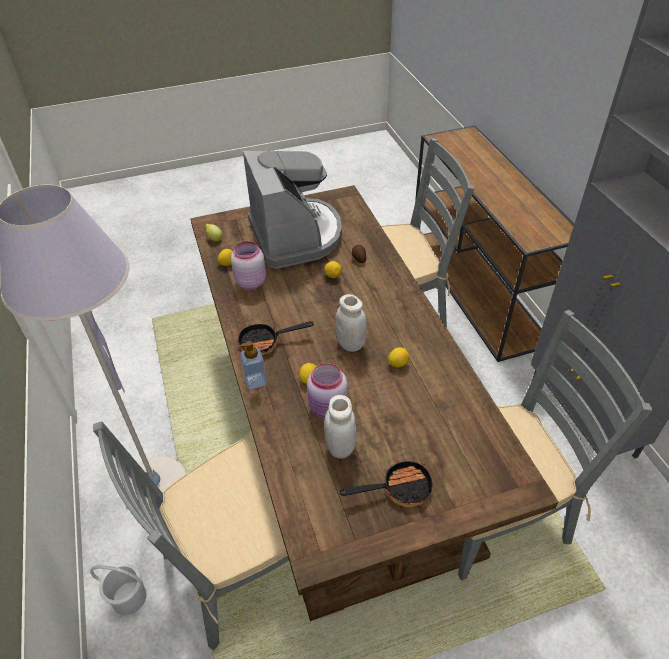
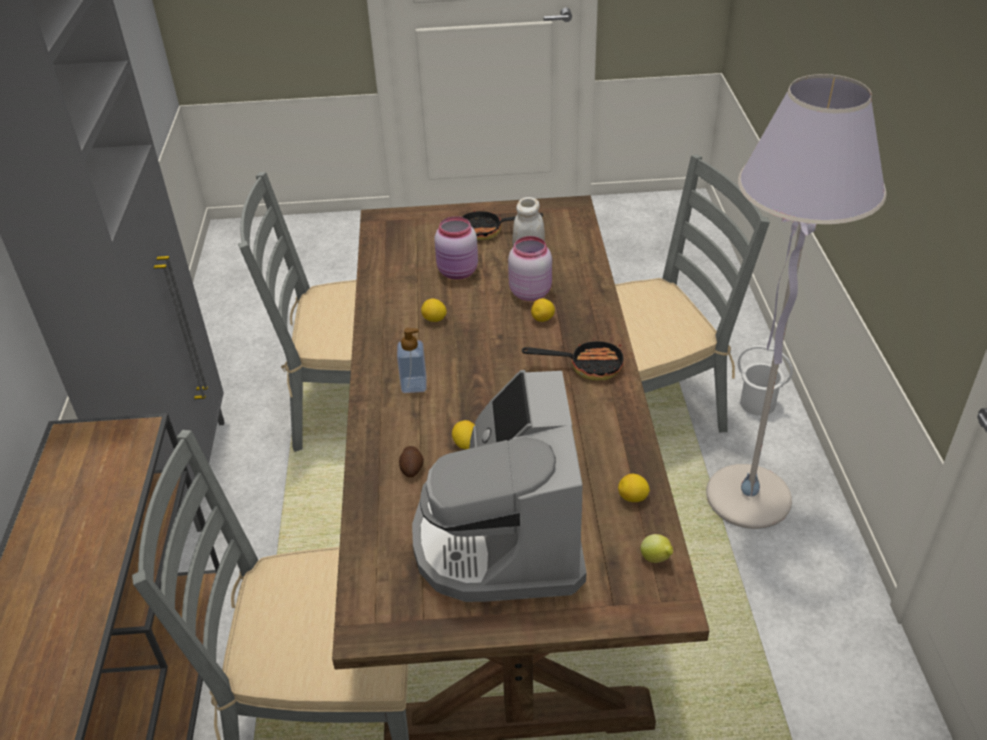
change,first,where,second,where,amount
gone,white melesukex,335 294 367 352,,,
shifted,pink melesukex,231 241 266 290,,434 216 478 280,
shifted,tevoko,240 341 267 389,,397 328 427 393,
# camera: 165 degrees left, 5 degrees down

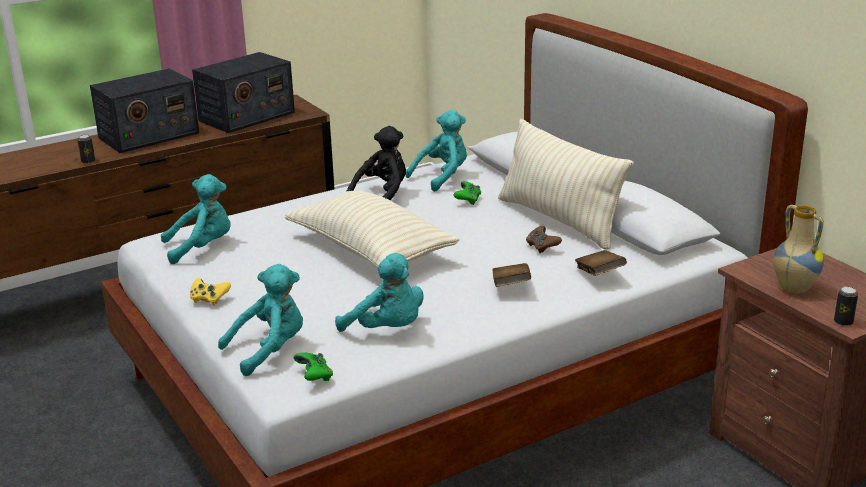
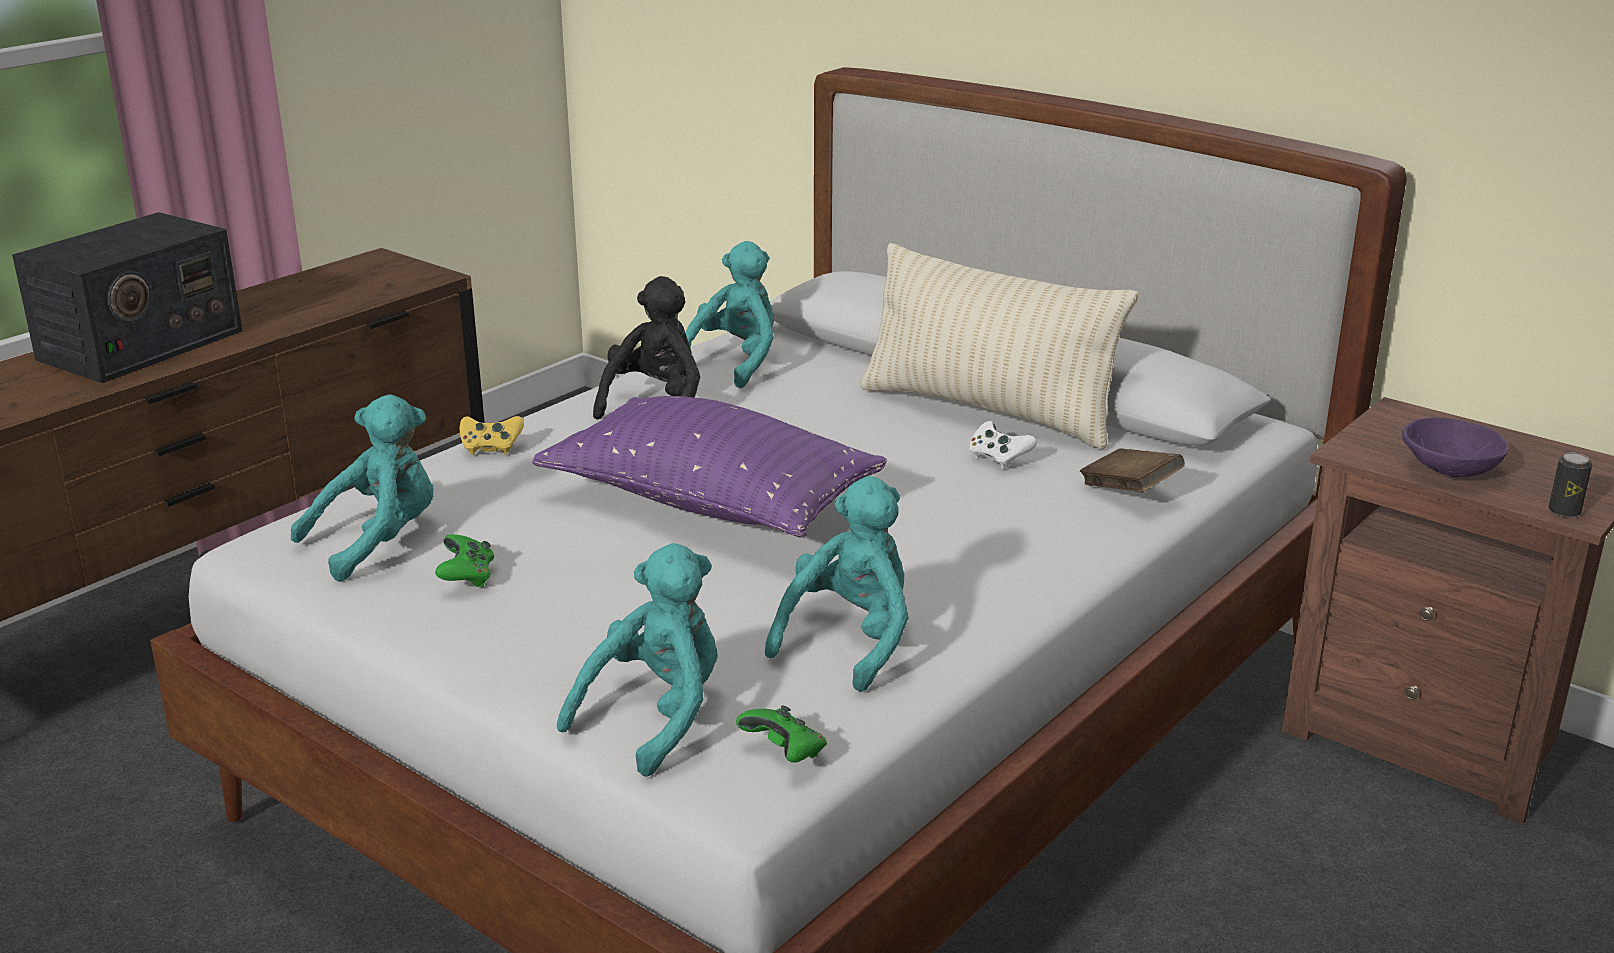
change,first,where,second,where,amount
gone,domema,77 135 95 164,,,
gone,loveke,192 52 295 133,,,
gone,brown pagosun,492 263 531 287,,,
shifted,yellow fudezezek,190 278 231 306,,460 416 524 455,
shifted,green fudezezek,453 181 481 205,,435 534 494 587,
swapped,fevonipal,773 205 824 293,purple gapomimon,1402 417 1508 477,
repainted,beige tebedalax,285 190 460 267,purple tebedalax,532 396 887 538,
repainted,brown fudezezek,526 226 562 253,white fudezezek,969 421 1037 469,
rotated,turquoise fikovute,335 253 423 332,,765 476 909 692,75 degrees counterclockwise
# camera: 20 degrees left, 0 degrees up

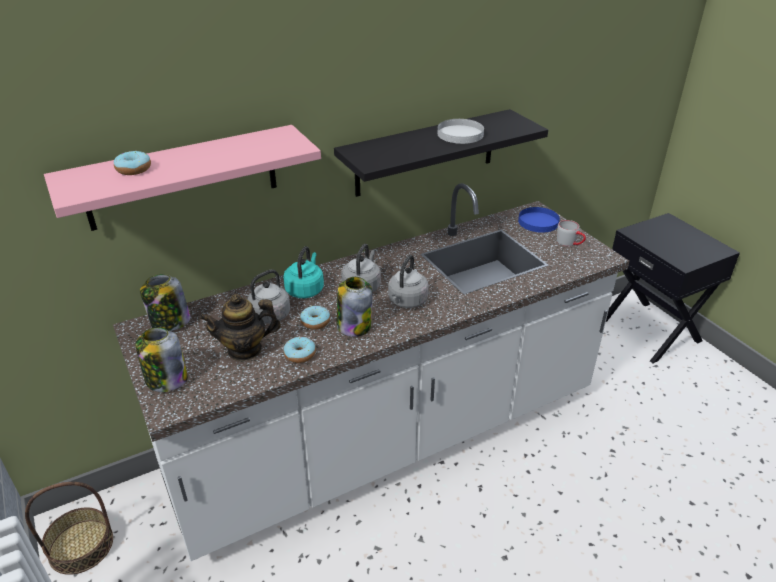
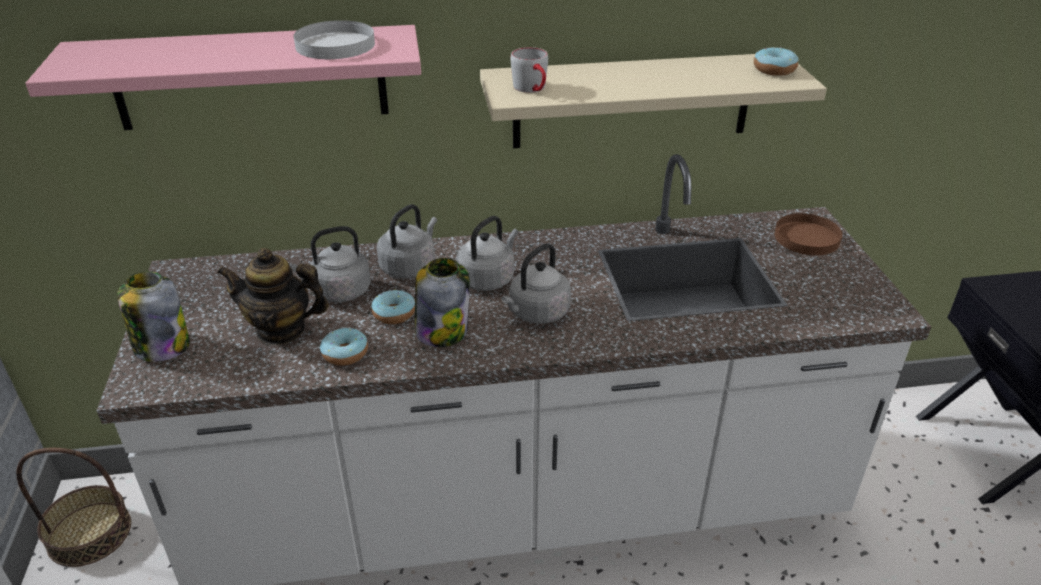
change,first,where,second,where,amount
gone,melesukex,140 274 191 331,,,
shifted,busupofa,114 151 151 175,,754 47 798 76,
shifted,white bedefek,437 119 484 144,,294 20 375 59,
shifted,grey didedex,557 220 586 246,,510 47 548 93,
repainted,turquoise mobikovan,283 246 324 298,grey mobikovan,376 204 437 279,
repainted,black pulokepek,334 109 548 197,beige pulokepek,480 54 827 148,
repainted,blue bedefek,518 207 560 233,brown bedefek,775 213 842 255,
# camera: 20 degrees right, 0 degrees up

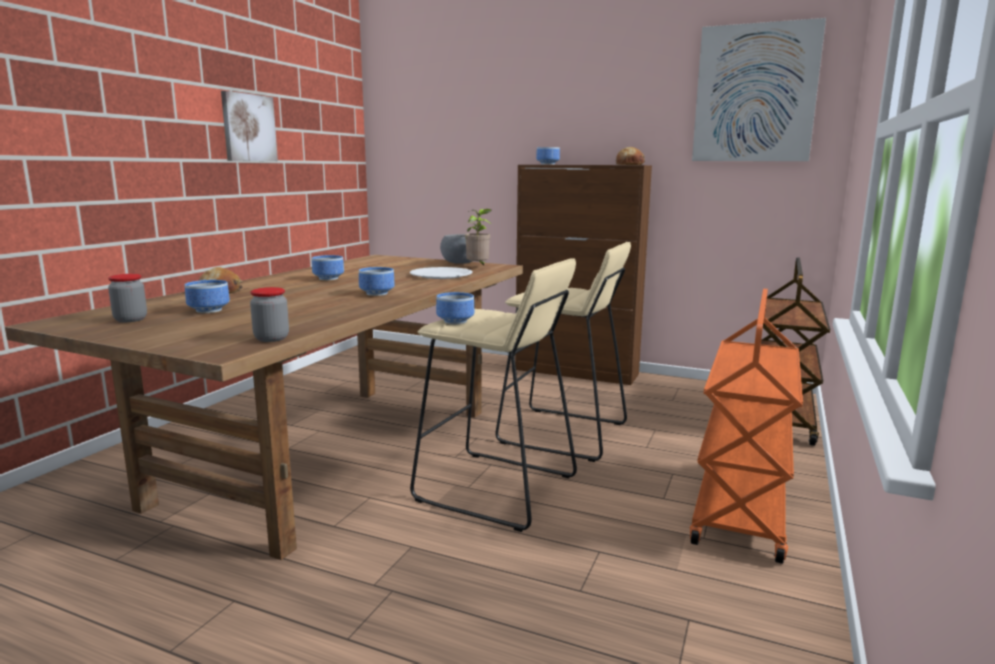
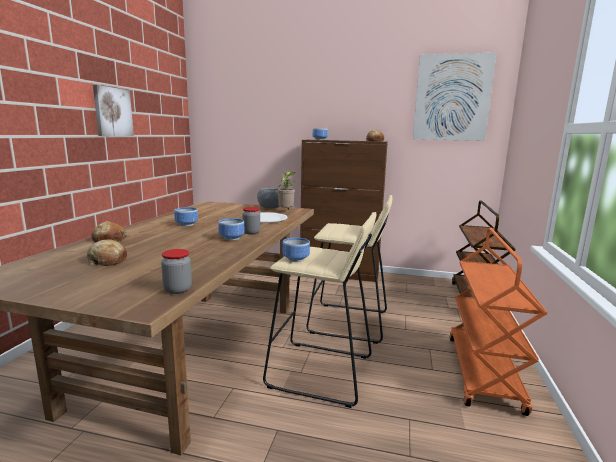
change,first,where,second,where,amount
shifted,melesukex,108 274 147 322,,242 207 260 235,
swapped,gapomimon,185 280 230 313,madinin,87 239 127 266,
# camera: 10 degrees left, 0 degrees up

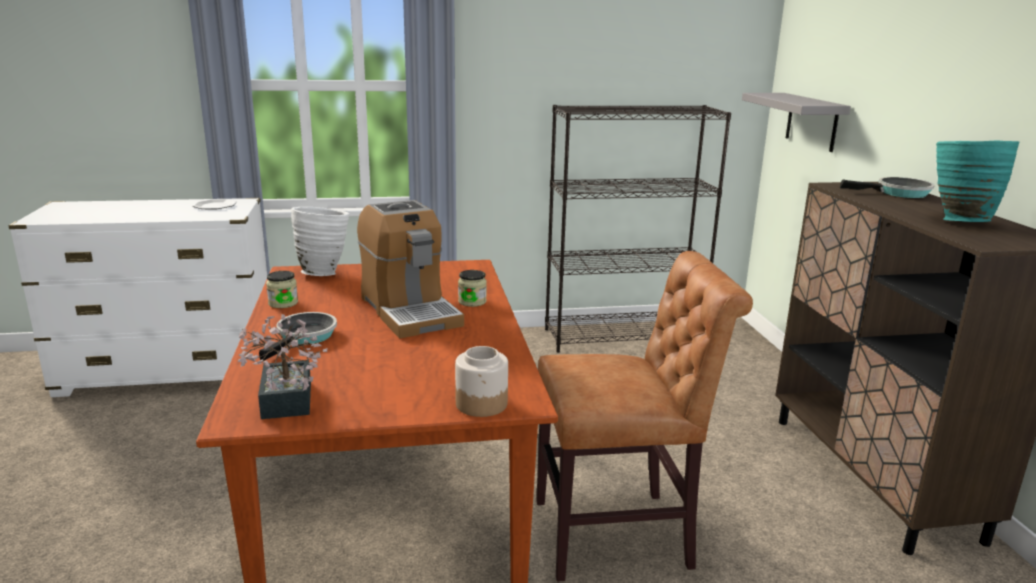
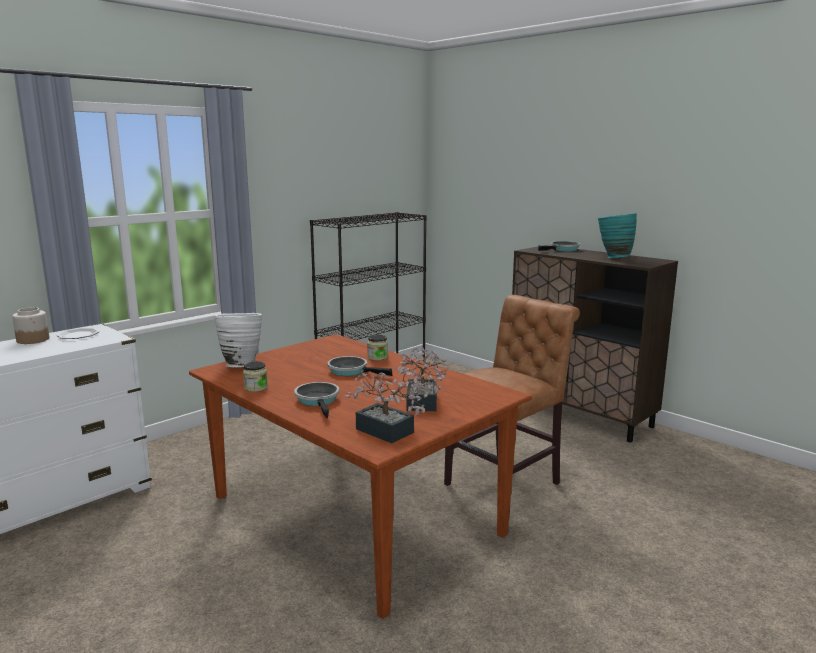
change,first,where,second,where,amount
gone,grey pulokepek,742 93 851 152,,,
new,,,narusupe,397 348 451 411,
shifted,melesukex,455 346 508 417,,12 307 49 344,
swapped,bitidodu,357 200 464 338,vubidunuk,327 356 392 376,
# camera: 35 degrees left, 5 degrees down

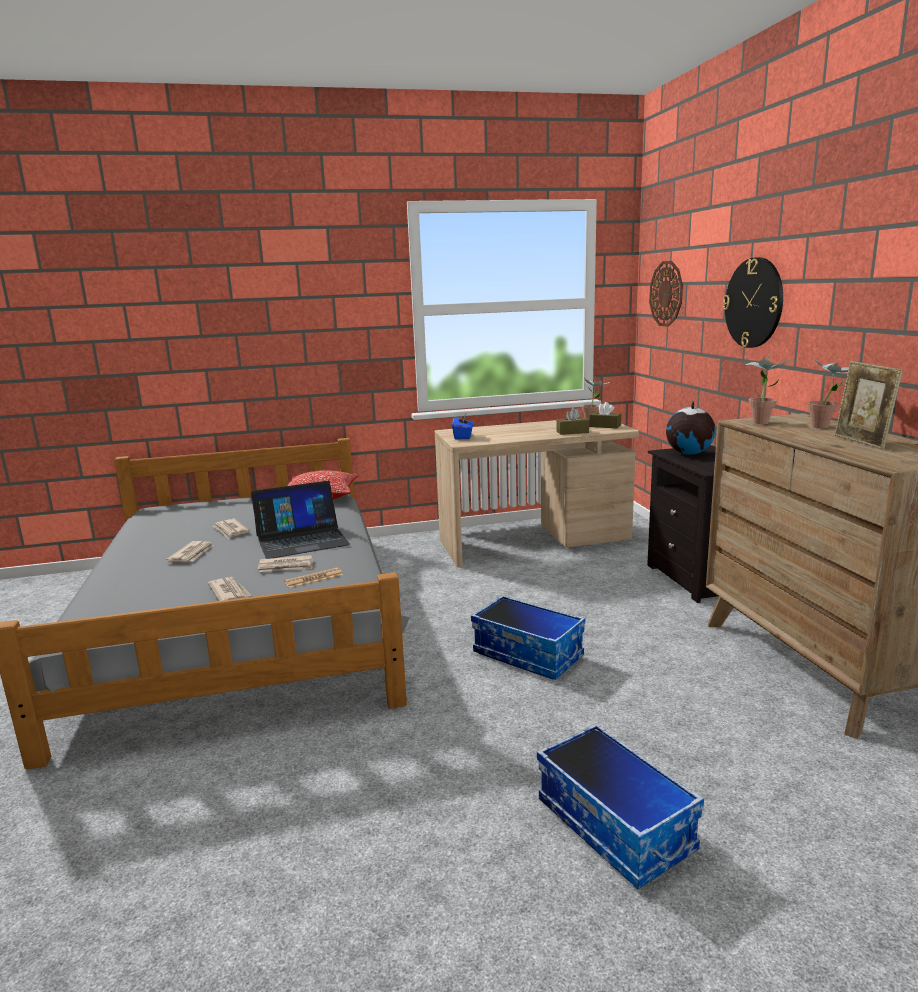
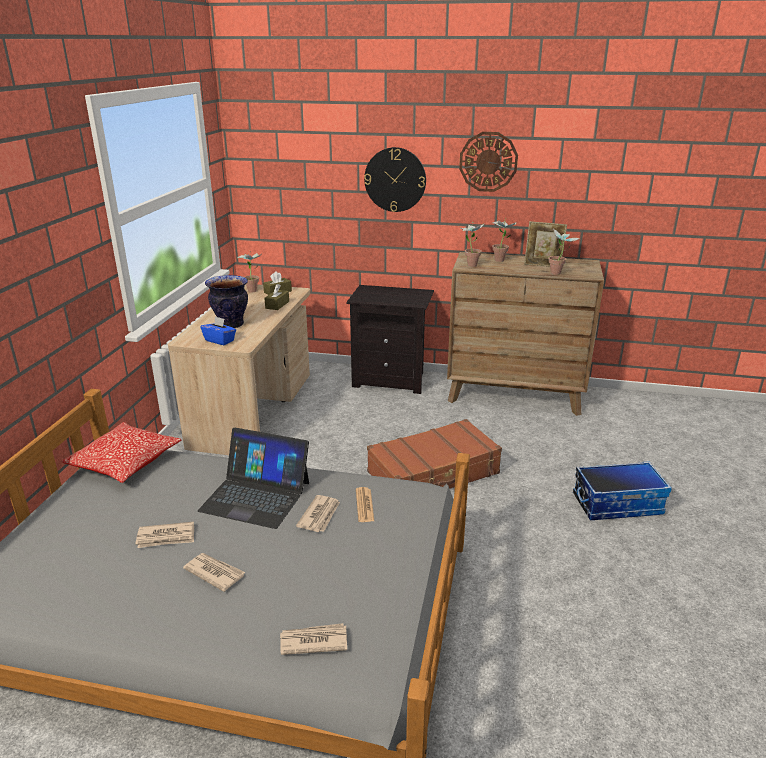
change,first,where,second,where,amount
gone,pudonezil,666 401 716 455,,,
new,,,fevonipal,205 275 248 328,
new,,,narusupe,548 228 580 275,
shifted,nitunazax,208 577 252 601,,280 623 347 655,
shifted,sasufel,649 261 683 327,,459 132 518 192,
swapped,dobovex,471 595 585 680,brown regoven,367 419 502 489,
rotated,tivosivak,251 481 350 559,,198 428 309 529,105 degrees clockwise
# camera: 65 degrees left, 10 degrees up

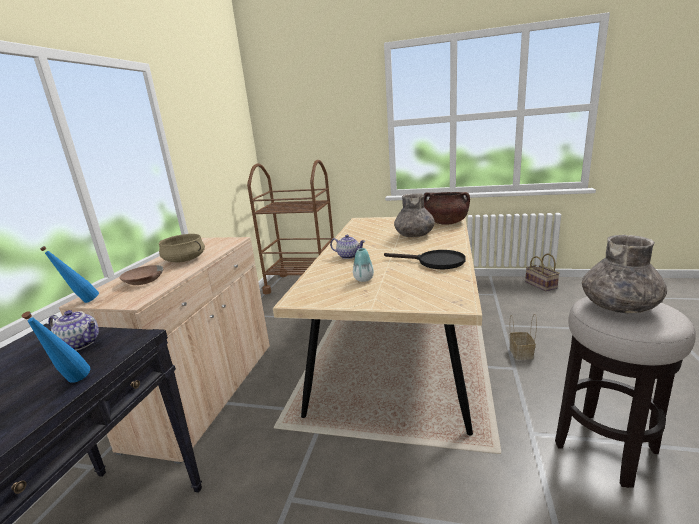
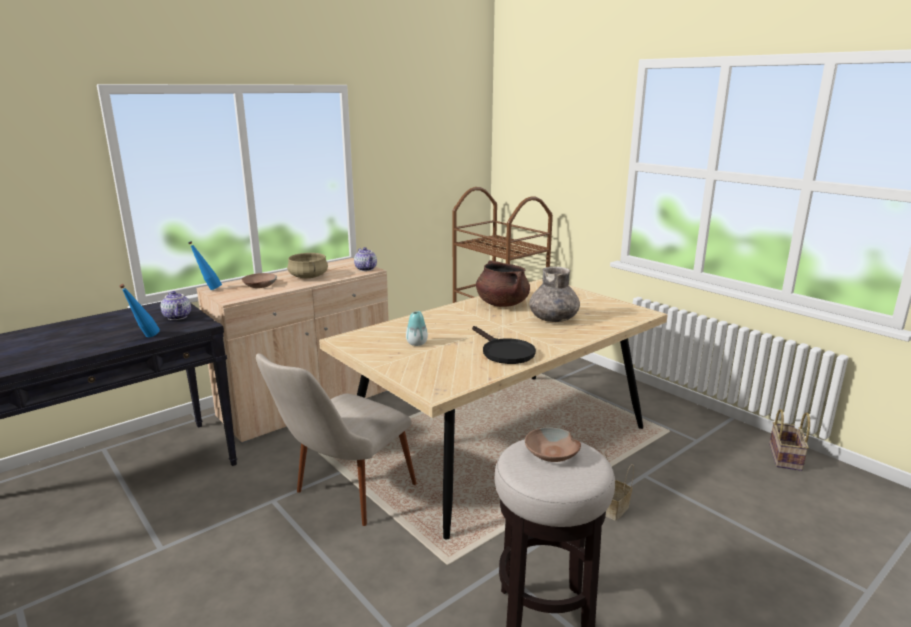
change,first,where,second,where,amount
new,,,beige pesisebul,256 353 417 526,
shifted,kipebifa,330 235 365 259,,354 247 377 271,
shifted,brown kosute,424 192 470 225,,476 260 530 307,
swapped,grey fevonipal,582 235 667 313,brown gapomimon,525 427 581 462,
# camera: 35 degrees right, 0 degrees up

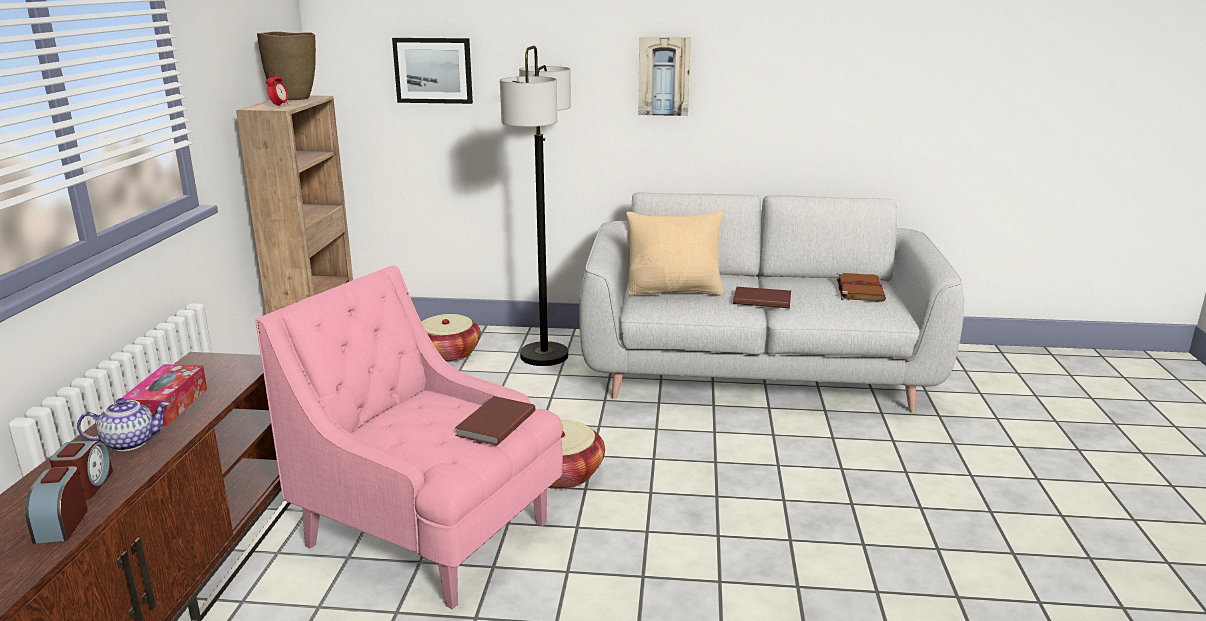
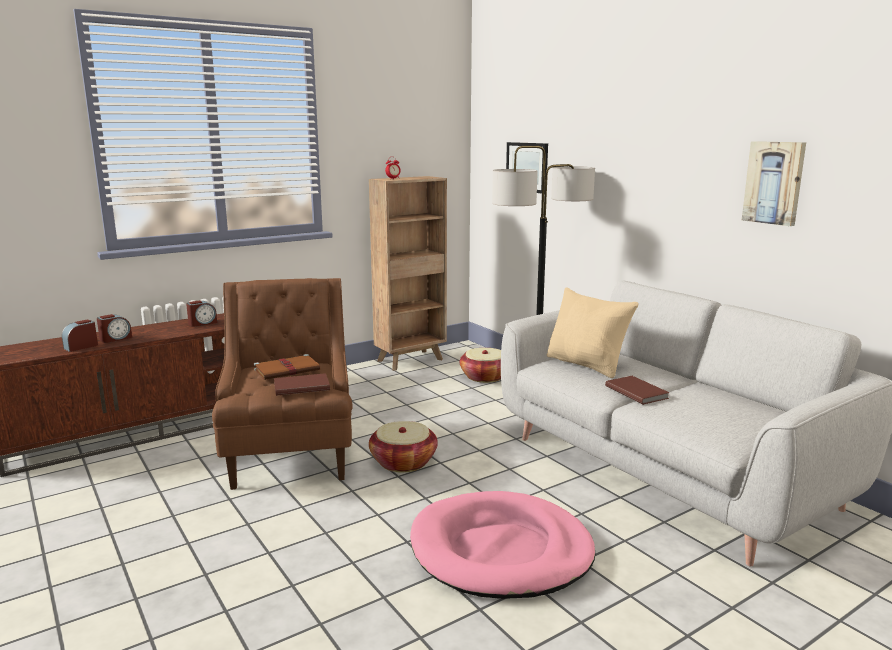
change,first,where,second,where,amount
gone,kipebifa,77 398 170 451,,,
gone,brown fevonipal,257 32 316 100,,,
new,,,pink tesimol,410 491 596 599,
shifted,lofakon,638 37 691 116,,742 141 806 226,
shifted,brown pagosun,837 272 886 302,,254 354 320 380,
swapped,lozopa,122 364 207 426,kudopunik,186 300 217 327,
repainted,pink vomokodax,255 265 563 609,brown vomokodax,212 278 353 490,
# camera: 50 degrees right, 5 degrees down

